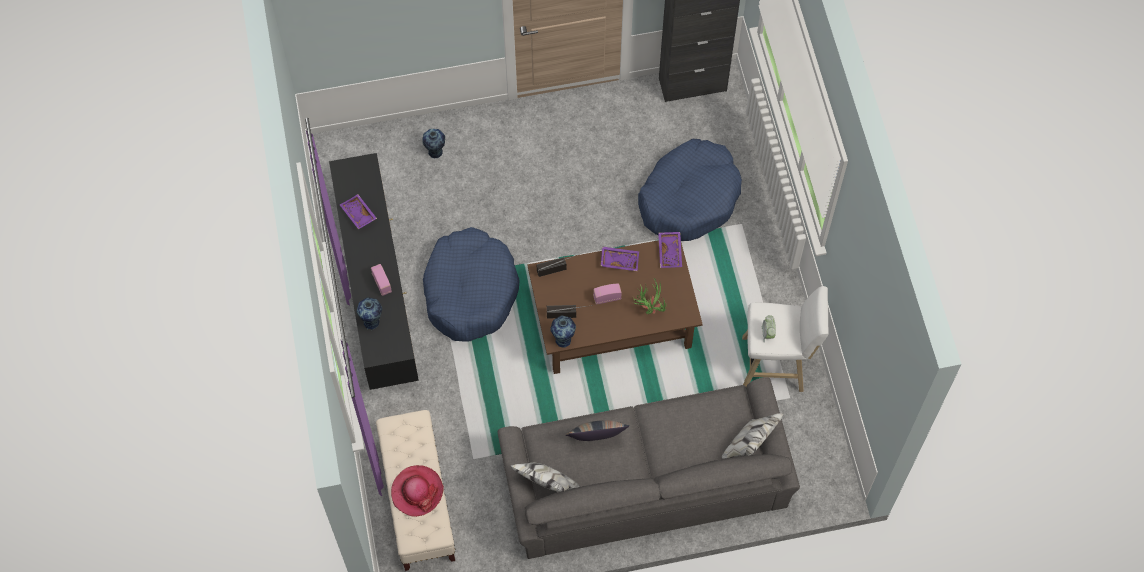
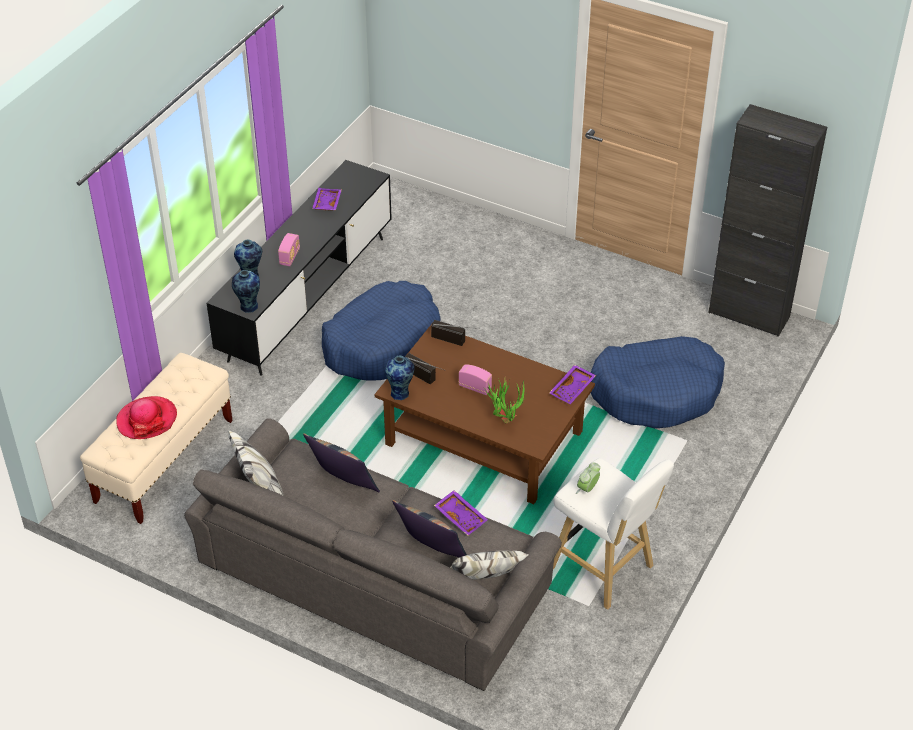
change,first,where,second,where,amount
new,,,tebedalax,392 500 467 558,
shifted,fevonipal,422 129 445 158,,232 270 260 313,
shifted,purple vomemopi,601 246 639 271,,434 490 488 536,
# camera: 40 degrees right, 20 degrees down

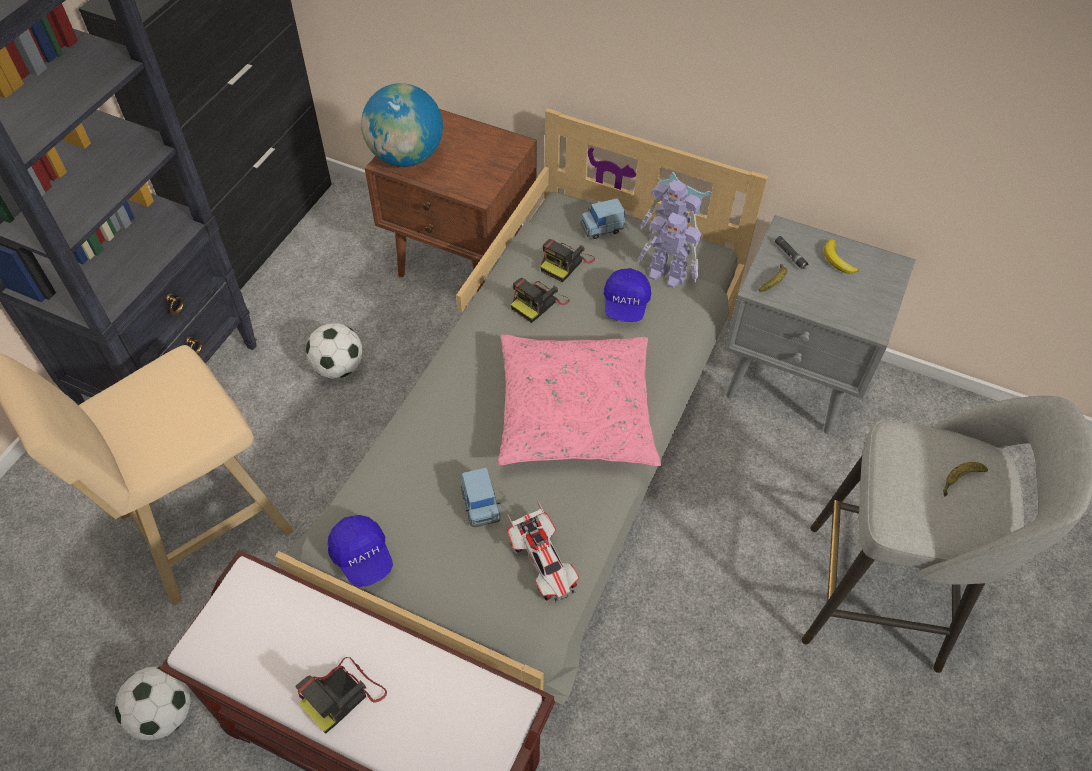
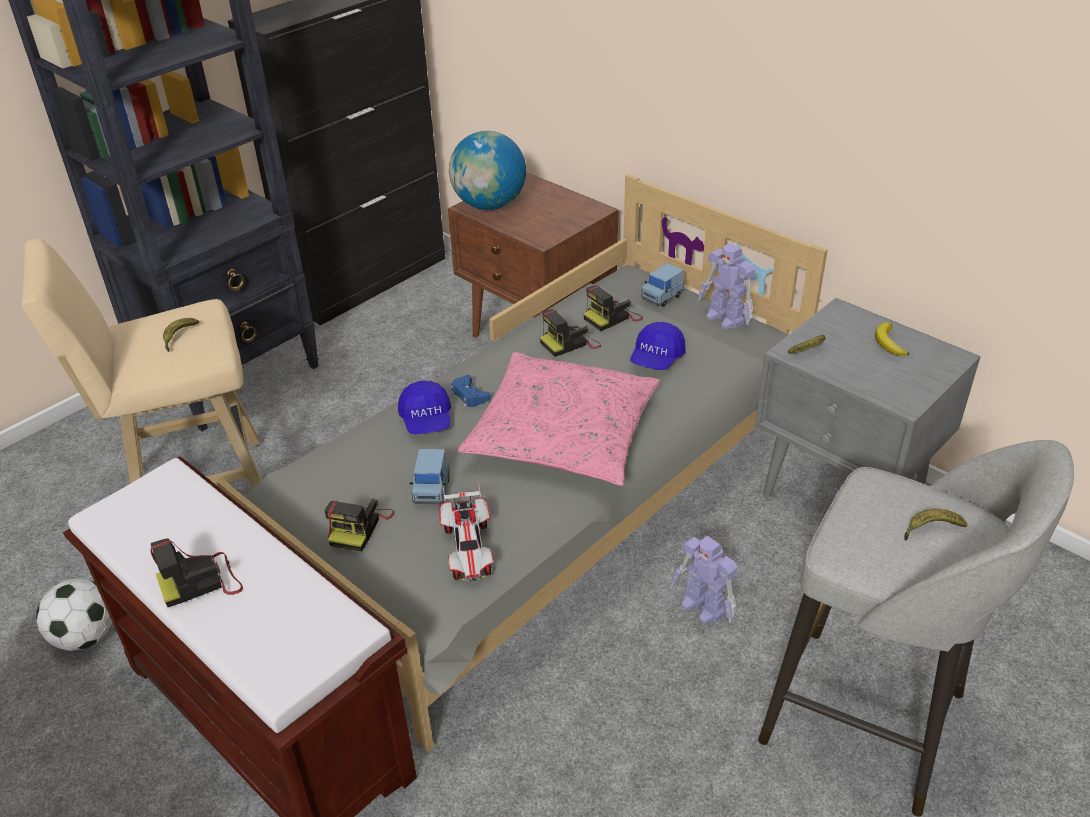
change,first,where,second,where,amount
gone,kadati,306 323 363 379,,,
gone,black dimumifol,775 236 808 270,,,
new,,,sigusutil,163 318 199 352,
new,,,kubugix,324 499 395 551,
new,,,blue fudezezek,451 375 490 408,
shifted,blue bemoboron,328 515 393 587,,398 381 451 434,
shifted,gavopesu,637 212 701 288,,671 536 738 624,
rotated,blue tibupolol,580 198 625 239,,641 263 684 307,45 degrees counterclockwise
# camera: 20 degrees right, 15 degrees down

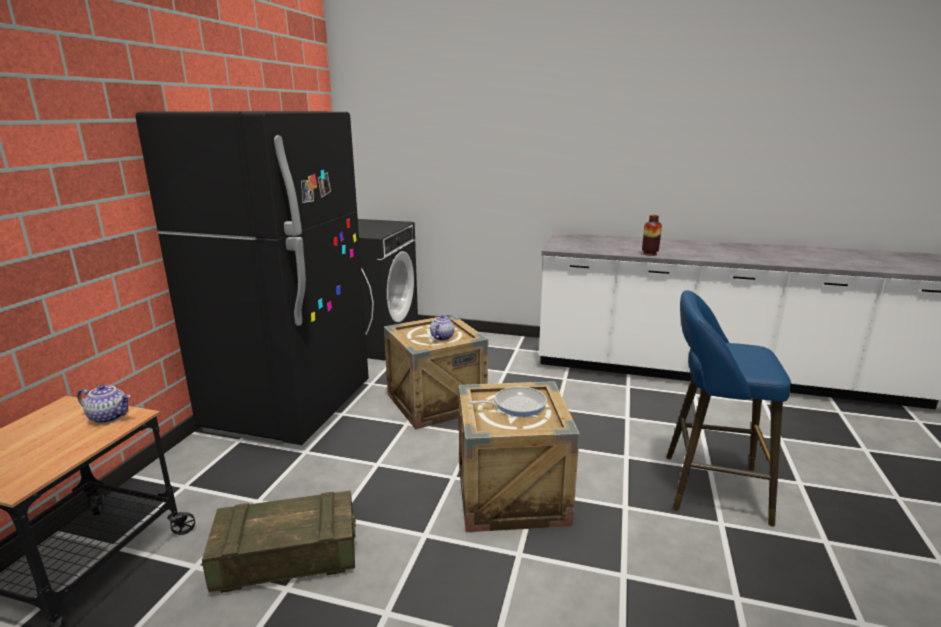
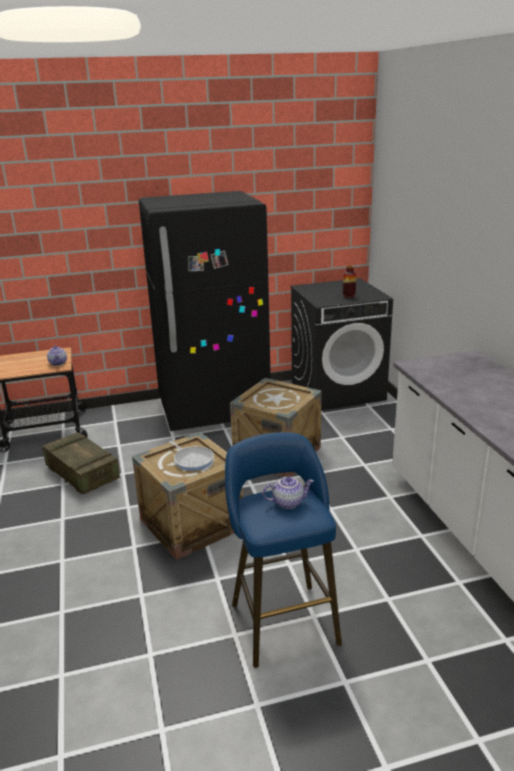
change,first,where,second,where,amount
shifted,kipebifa,430 315 454 340,,262 476 314 509,
shifted,fevonipal,642 215 662 256,,343 266 356 298,
# camera: 60 degrees right, 5 degrees up

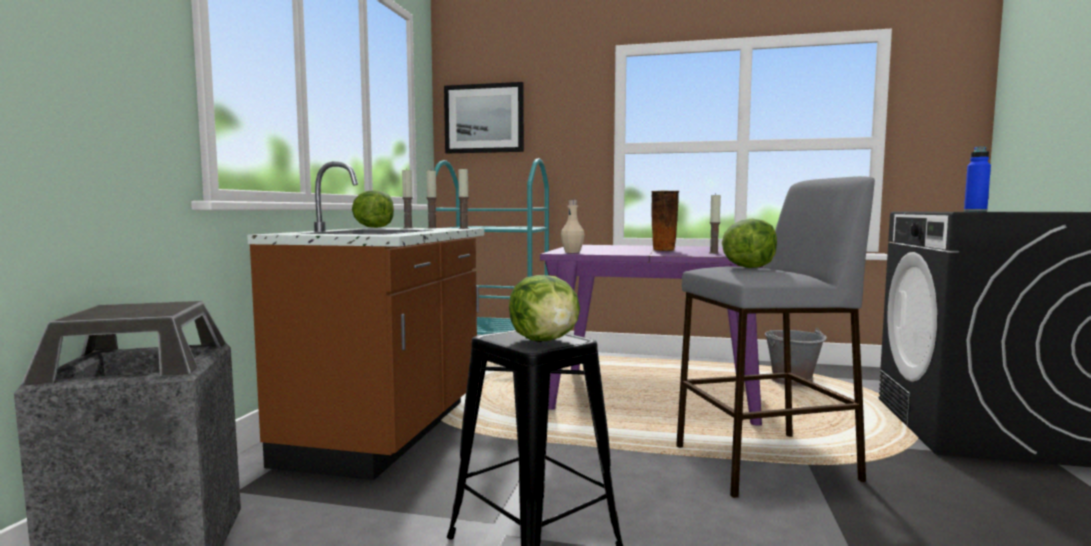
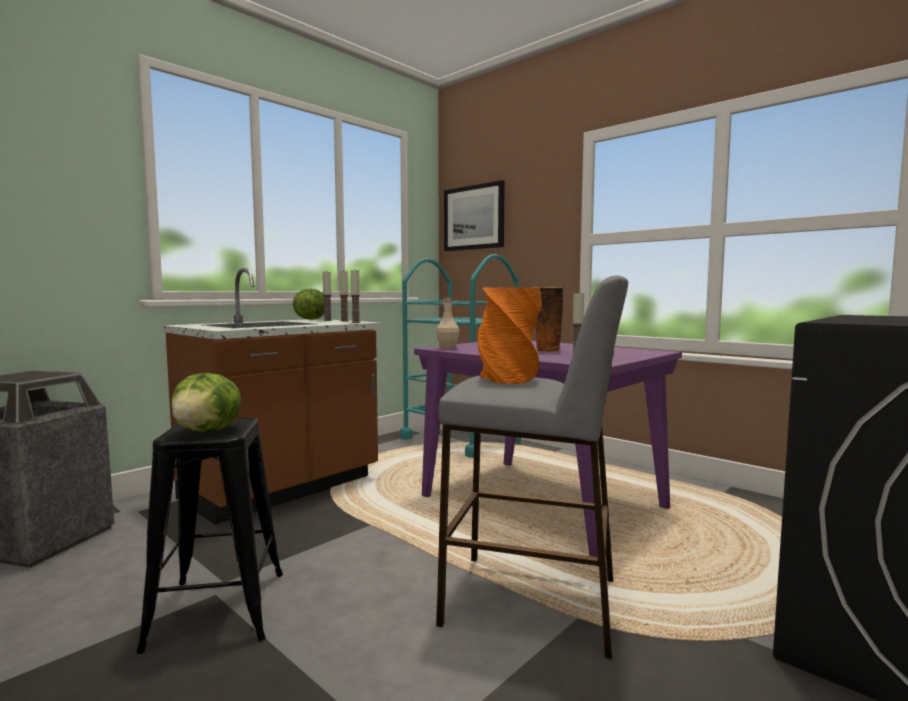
change,first,where,second,where,amount
gone,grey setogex,765 328 827 386,,,
gone,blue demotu,964 146 991 212,,,
swapped,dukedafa,722 219 777 268,orange fevonipal,478 287 542 384,
# camera: 30 degrees right, 0 degrees up

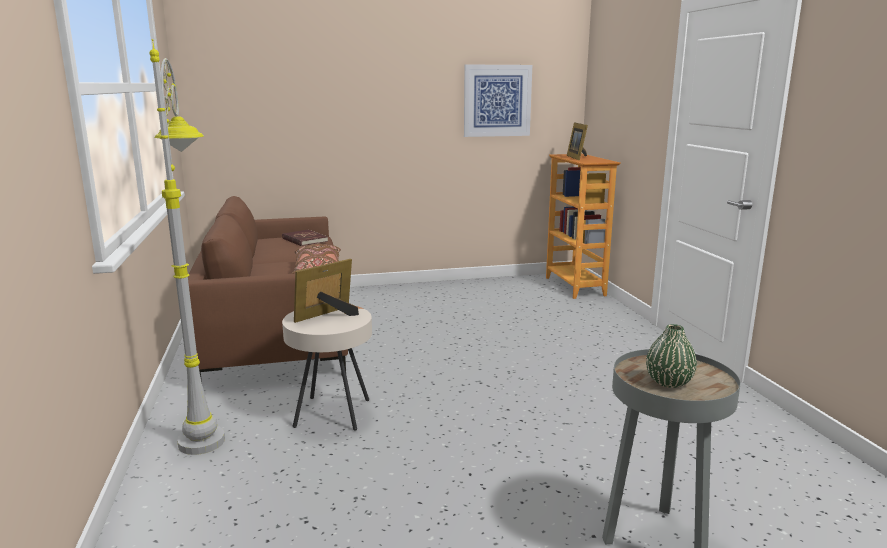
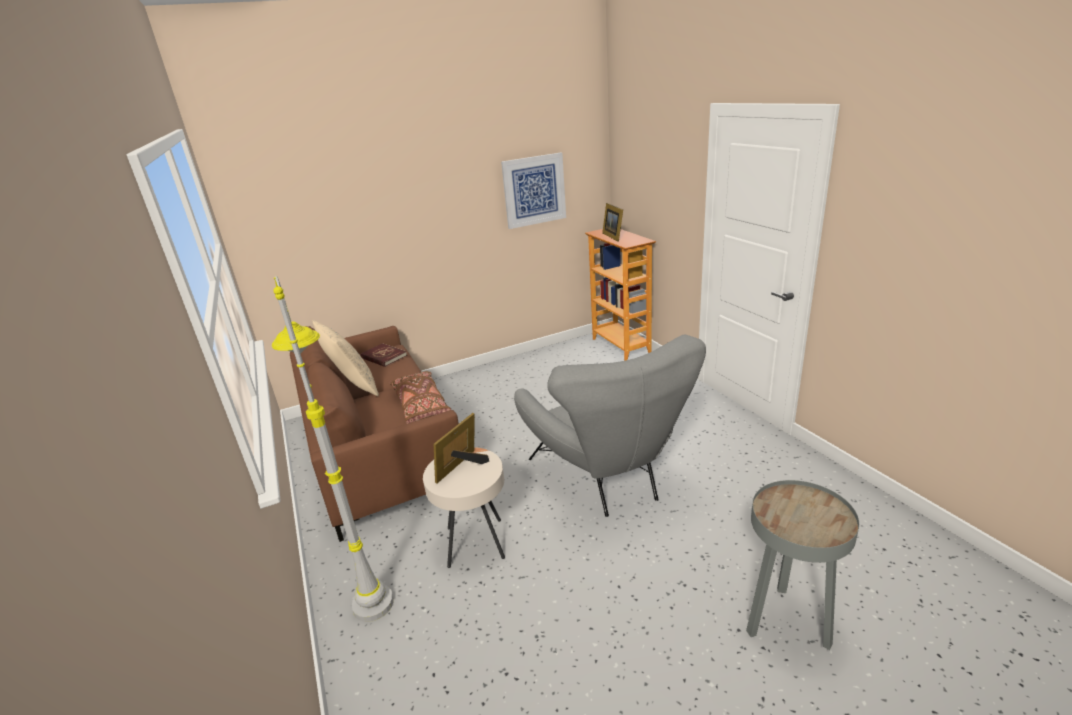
change,first,where,second,where,amount
gone,green fevonipal,646 324 697 388,,,
new,,,beige tebedalax,312 320 379 396,
new,,,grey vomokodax,514 334 706 517,
# camera: 10 degrees left, 10 degrees up

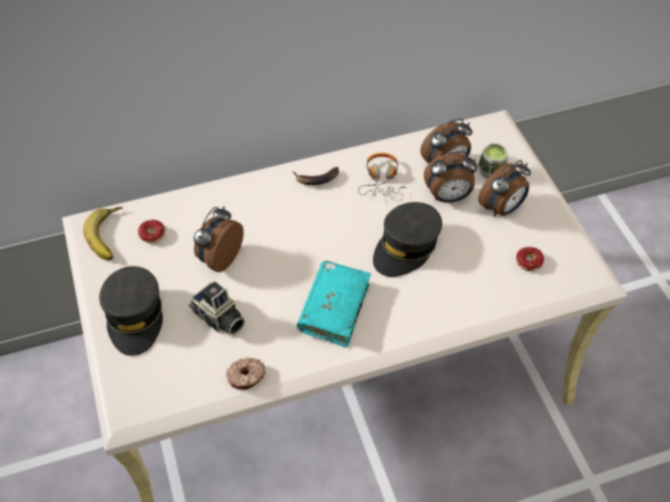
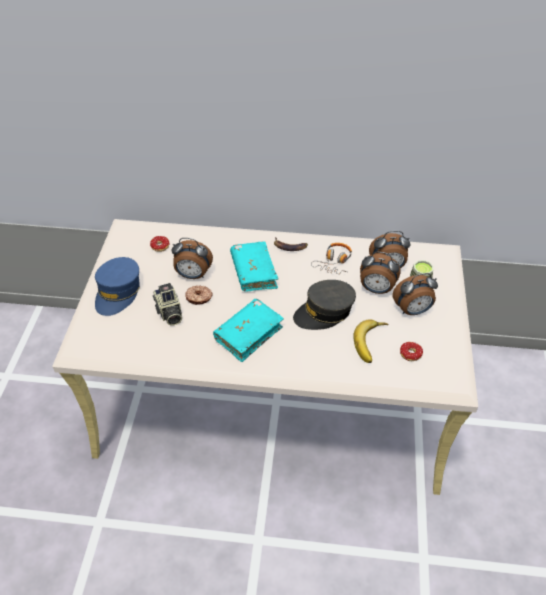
change,first,where,second,where,amount
new,,,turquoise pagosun,230 241 279 292,
shifted,sigusutil,83 207 123 260,,353 319 389 363,
shifted,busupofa,227 357 266 390,,185 285 213 305,
repainted,grey bemoboron,99 266 163 356,blue bemoboron,95 257 140 316,
rotated,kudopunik,194 206 244 272,,171 238 213 279,135 degrees counterclockwise
# camera: 25 degrees right, 5 degrees down

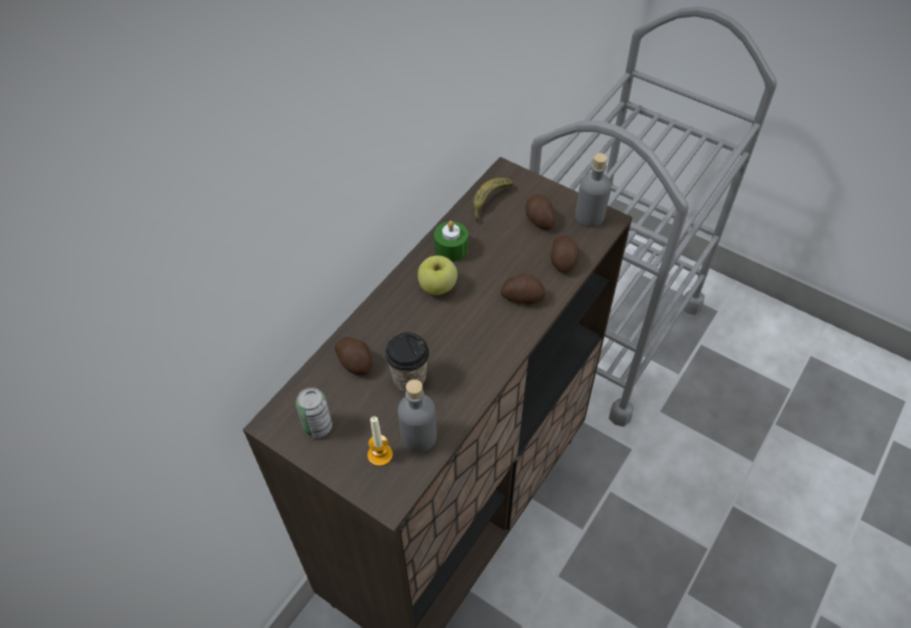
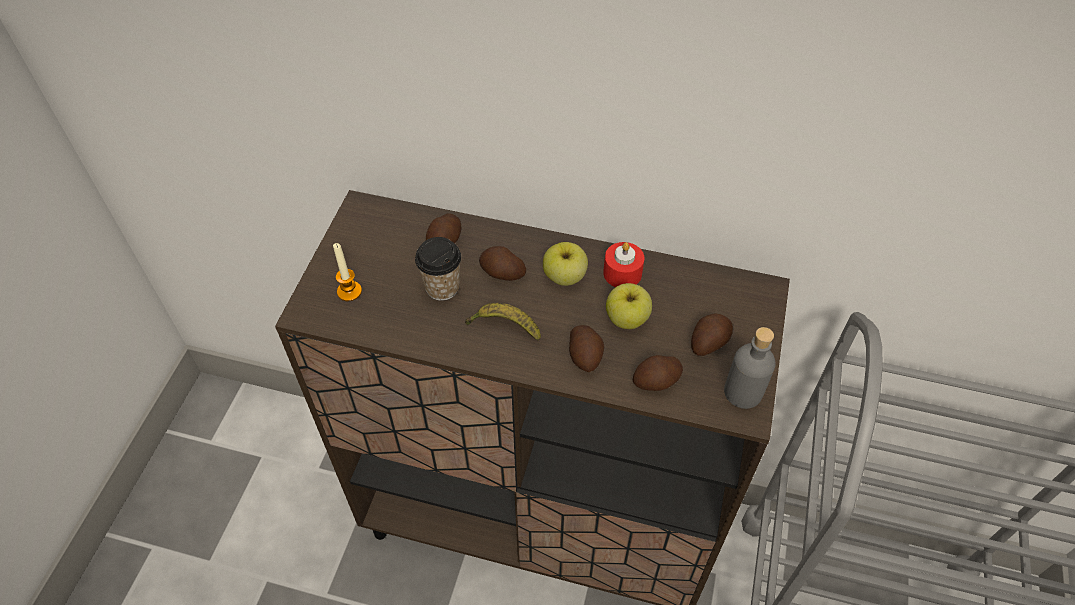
change,first,where,second,where,amount
gone,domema,296 387 332 438,,,
gone,grey demotu,398 379 437 453,,,
new,,,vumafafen,479 246 526 281,
new,,,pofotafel,606 283 652 329,
shifted,sigusutil,473 178 514 223,,465 303 541 341,
repainted,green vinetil,434 221 468 262,red vinetil,603 242 644 287,
# camera: 70 degrees right, 0 degrees up

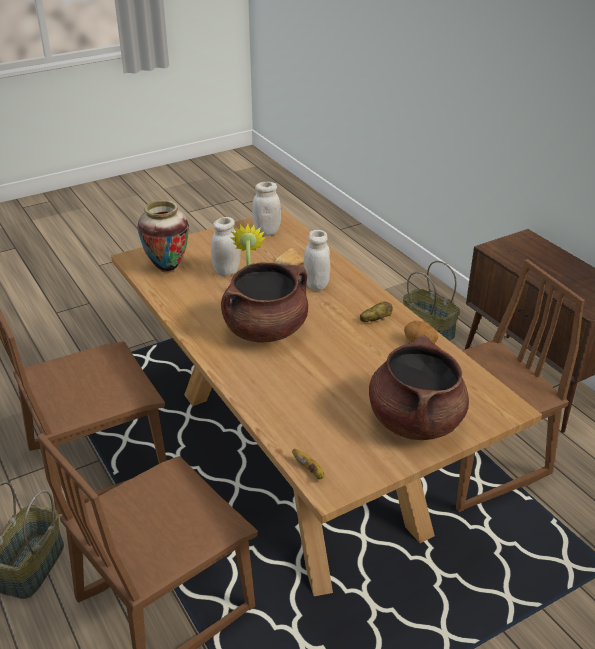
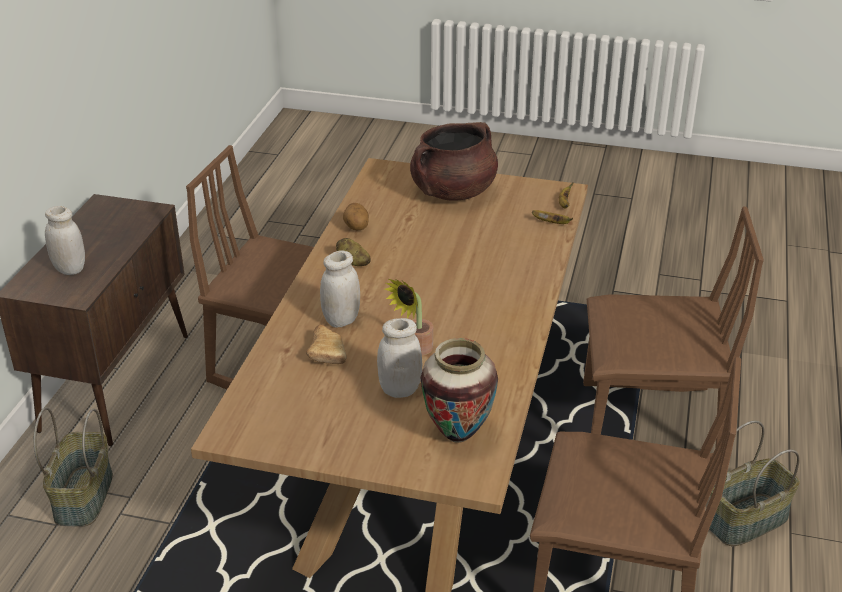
change,first,where,second,where,amount
gone,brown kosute,221 263 308 342,,,
new,,,sigusutil,532 210 573 224,
shifted,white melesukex,252 182 281 236,,45 206 85 275,
# camera: 135 degrees left, 0 degrees up

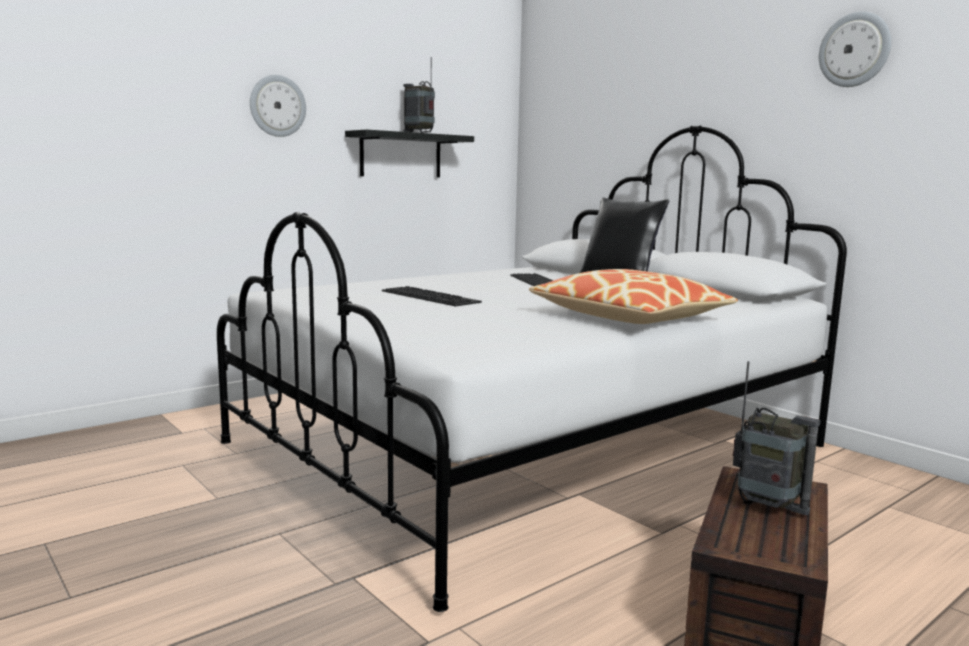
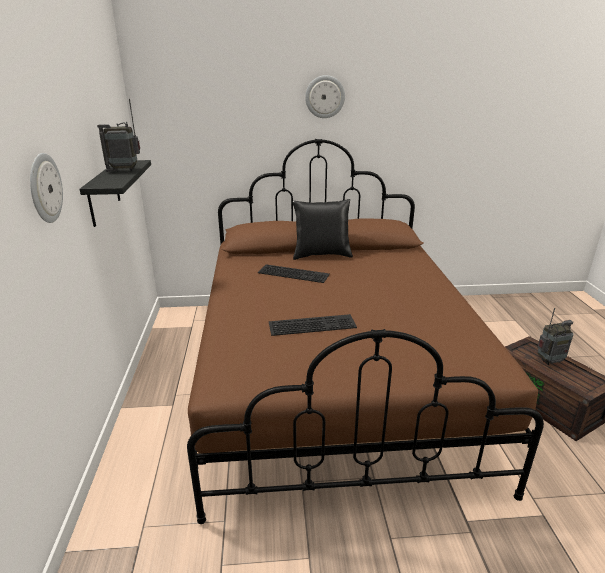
change,first,where,second,where,amount
gone,tebedalax,529 269 738 324,,,
shifted,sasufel,819 11 891 87,,305 75 345 118,
repainted,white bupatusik,217 125 847 612,brown bupatusik,187 139 544 524,
# camera: 55 degrees left, 15 degrees up

